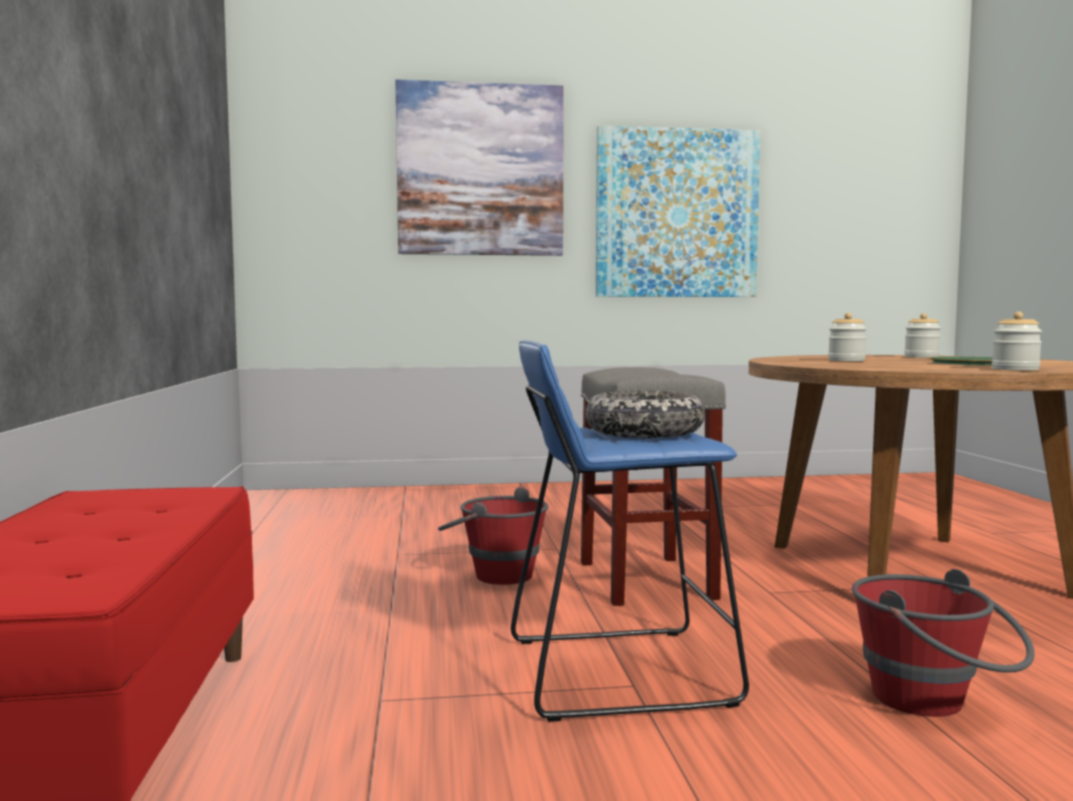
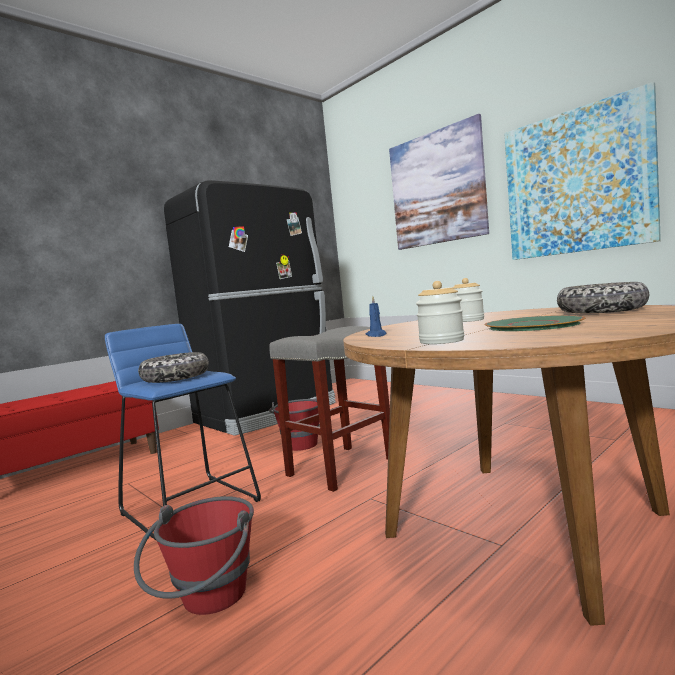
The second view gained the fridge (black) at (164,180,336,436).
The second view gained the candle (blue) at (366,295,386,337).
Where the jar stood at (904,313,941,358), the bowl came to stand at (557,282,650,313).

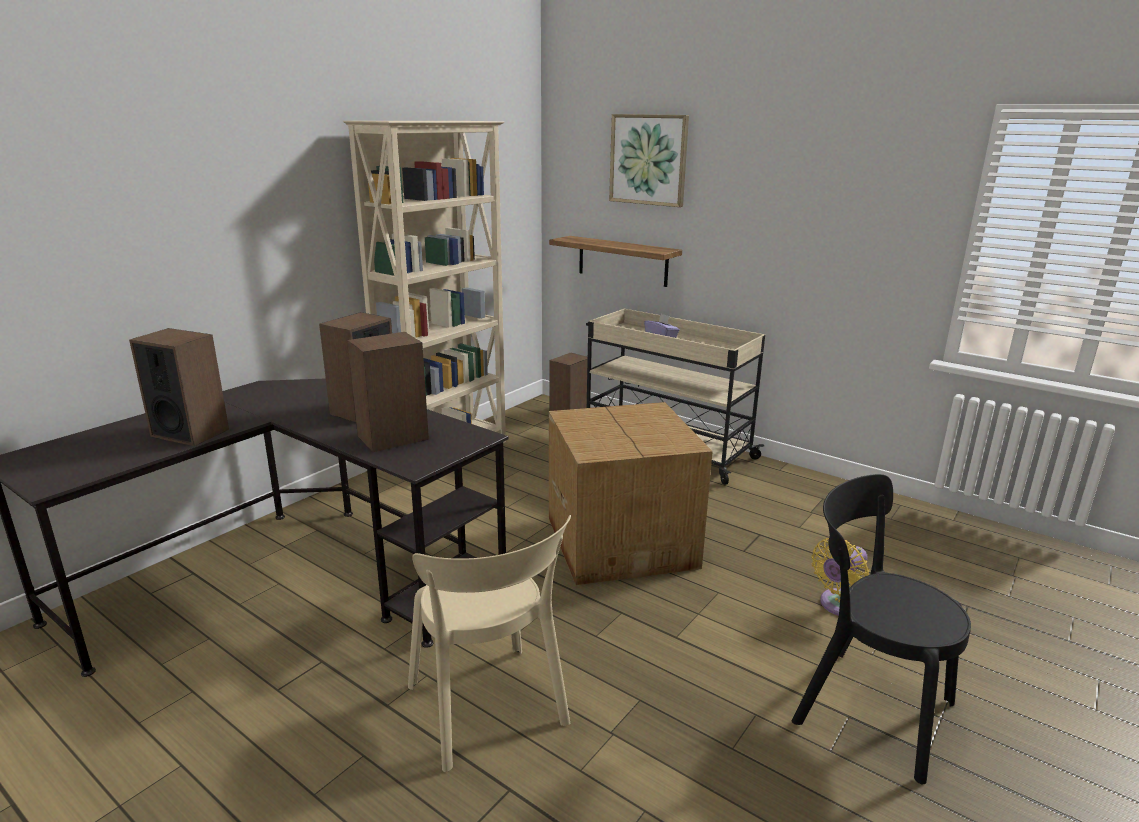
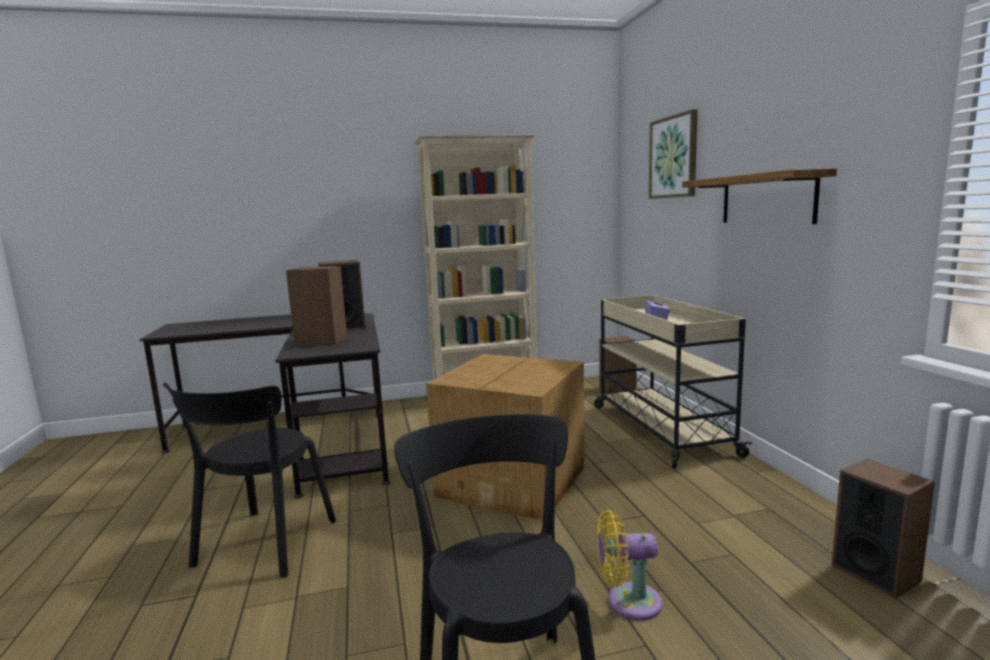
The speaker ended up elsewhere, having gone from (129,328,229,446) to (832,459,935,599).
The shelf ended up elsewhere, having gone from (549,236,682,287) to (682,168,837,224).
What was the chair (beige) at (408,515,571,772) turned into the chair (black) at (163,382,336,578).

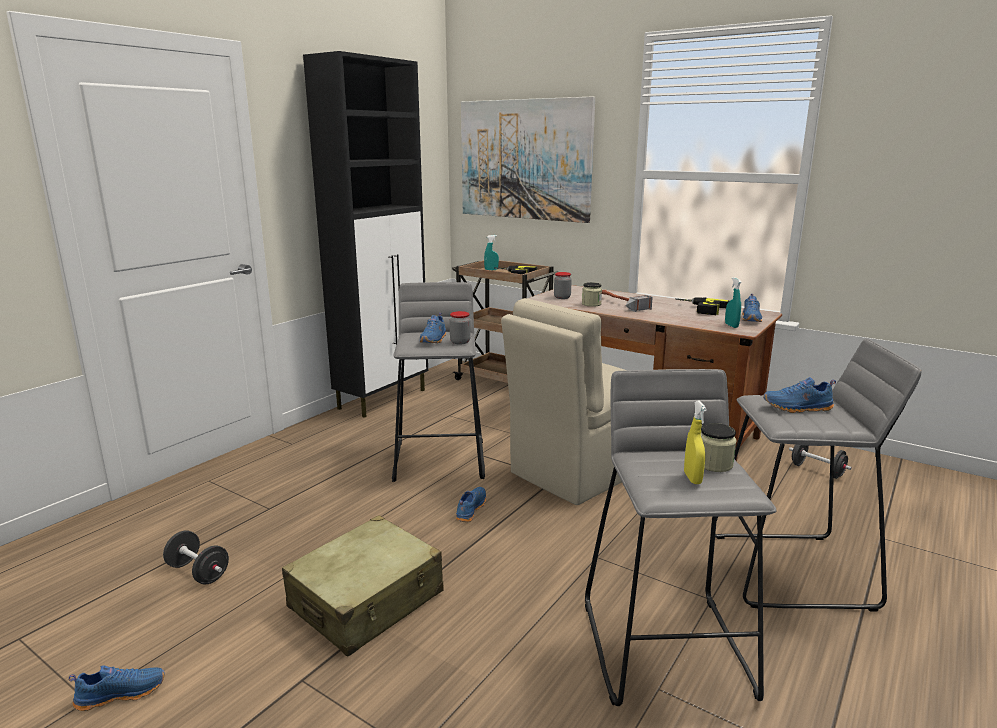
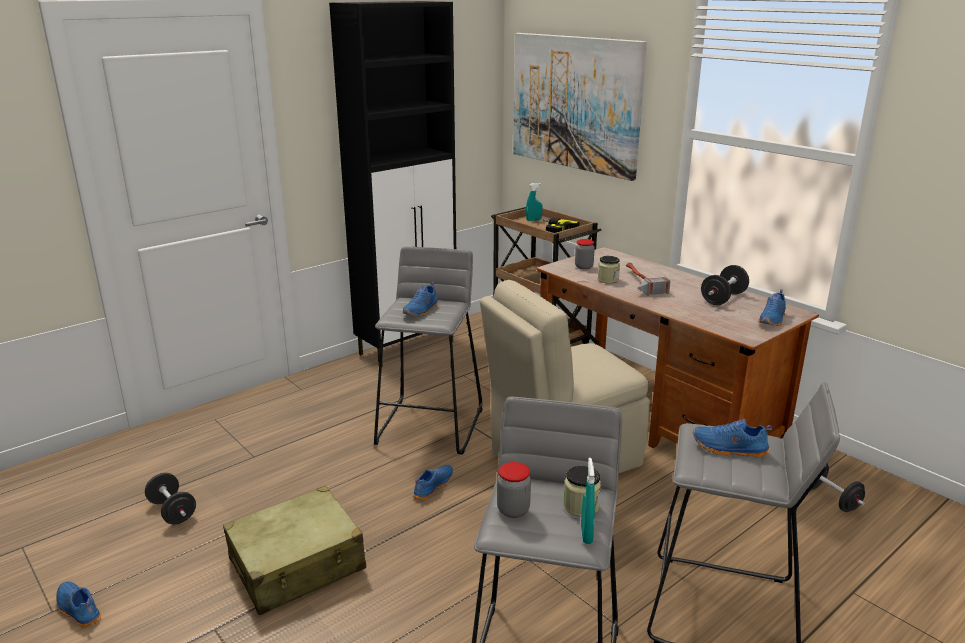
The second view lost the spray bottle (yellow) at (684,400,707,484).
The jar ended up elsewhere, having gone from (450,311,471,344) to (497,462,531,518).
The spray bottle (turquoise) ended up elsewhere, having gone from (725,277,741,328) to (581,458,595,544).
Where the power drill stood at (676,297,729,315), the dumbbell (black) came to stand at (701,265,749,305).
The shoe (blue) at (69,665,165,711) ended up facing another way, 135 degrees counterclockwise from before.

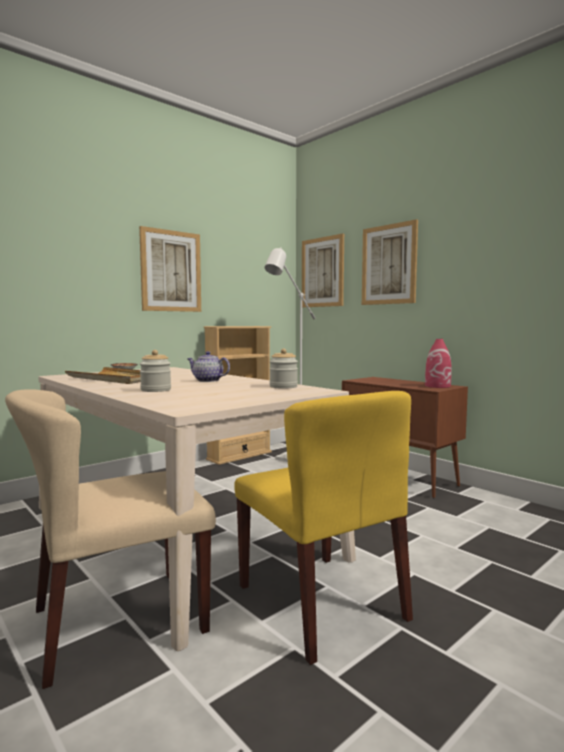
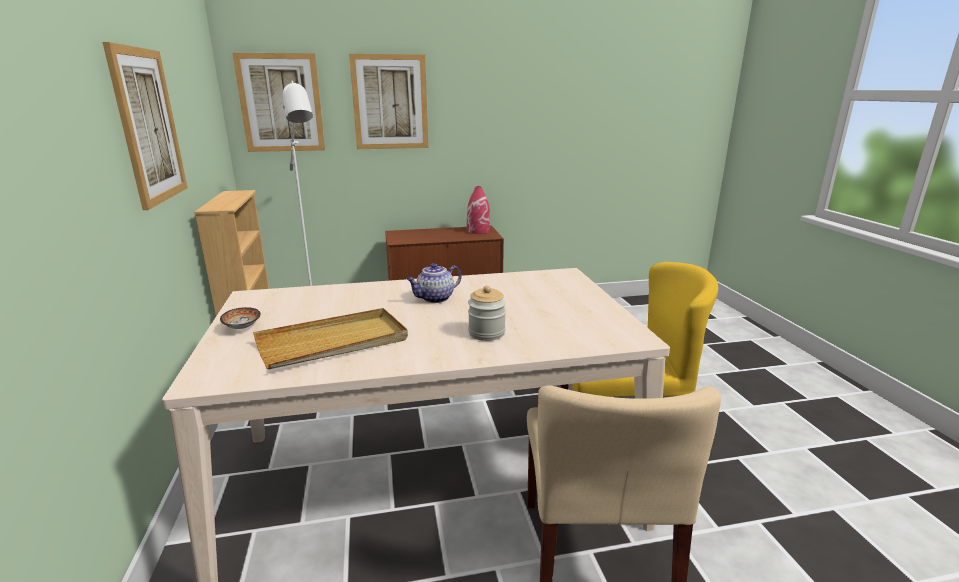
The second view lost the jar at (269,348,298,389).

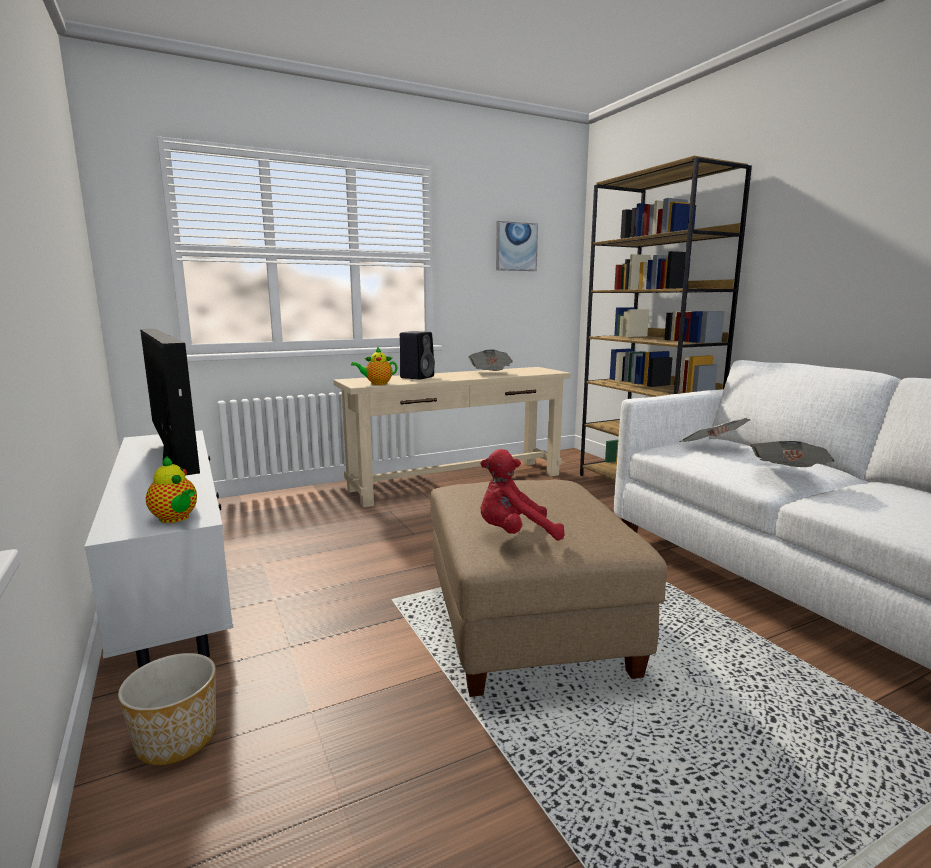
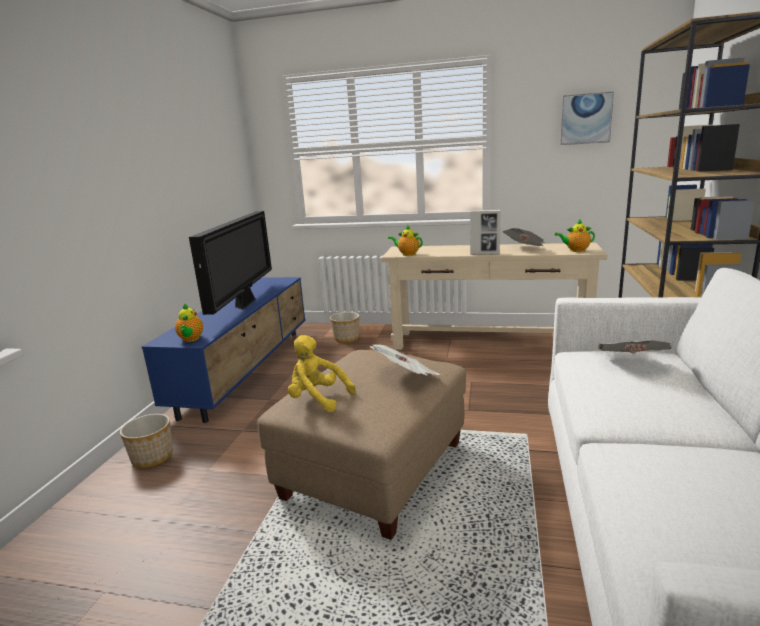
The second view lost the speaker (black) at (400,331,435,380).
The second view gained the planter at (330,312,359,343).
The second view gained the picture frame at (470,210,501,255).
The second view gained the teapot at (555,219,595,252).
The newspaper ended up elsewhere, having gone from (750,441,835,467) to (370,344,440,375).
What was the tv stand (white) at (84,430,233,669) turned into the tv stand (blue) at (142,277,306,423).
What was the plush toy (red) at (480,449,565,541) turned into the plush toy (yellow) at (288,335,356,412).

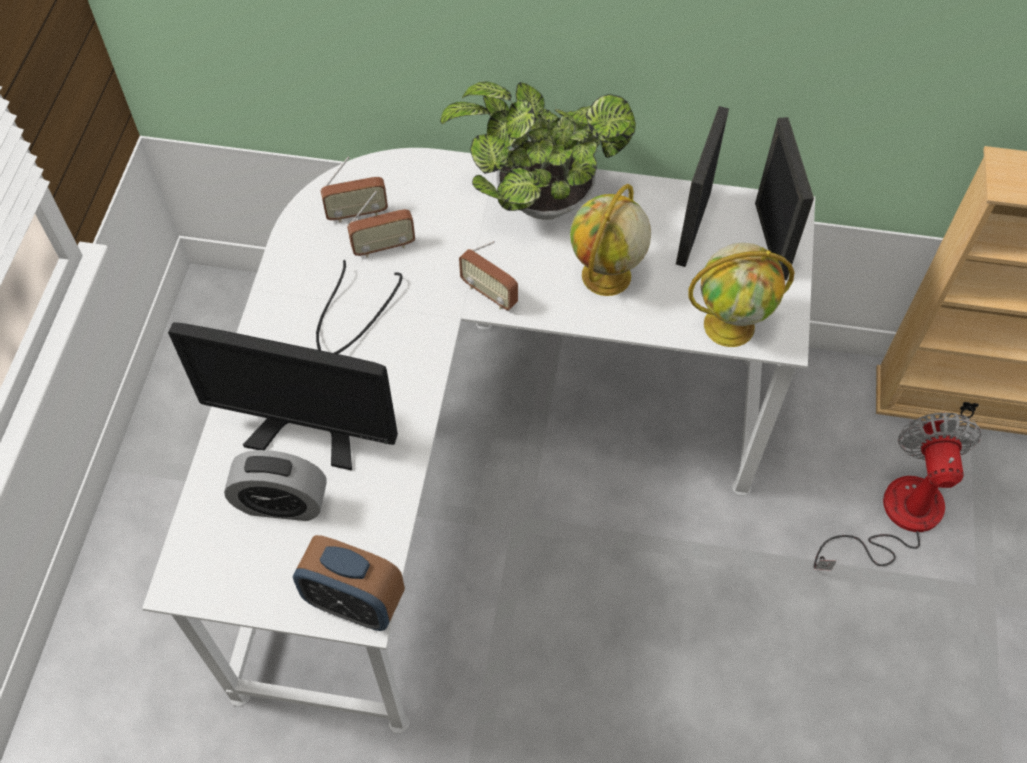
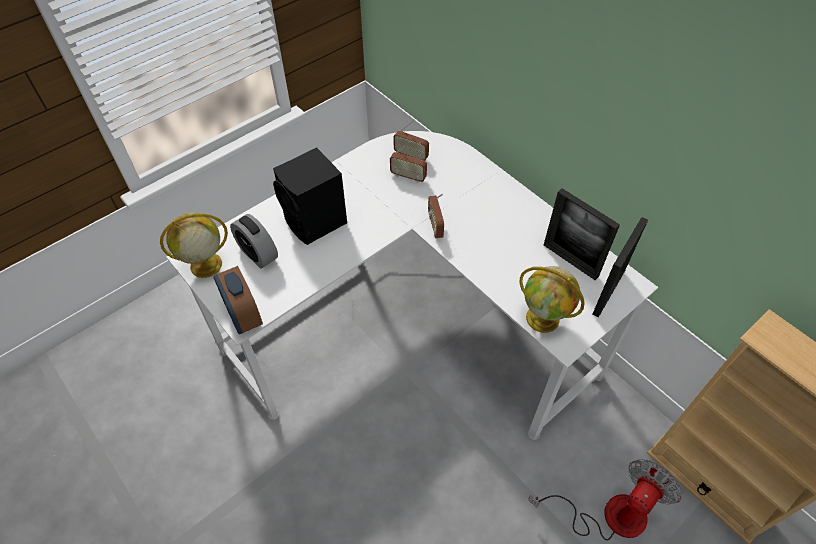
The second view lost the potted plant at (440,81,636,220).
The globe ended up elsewhere, having gone from (570,184,651,296) to (160,213,228,278).
Where the monitor stood at (168,260,403,471), the speaker (black) came to stand at (273,147,347,245).
The picture frame at (676,106,729,267) ended up facing another way, 105 degrees counterclockwise from before.

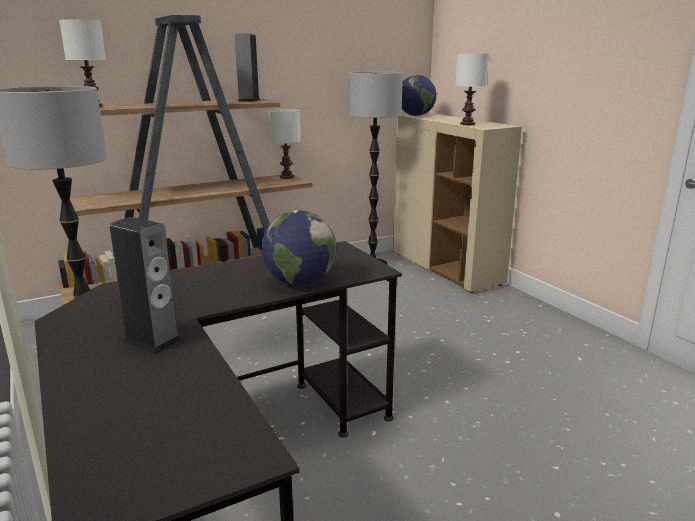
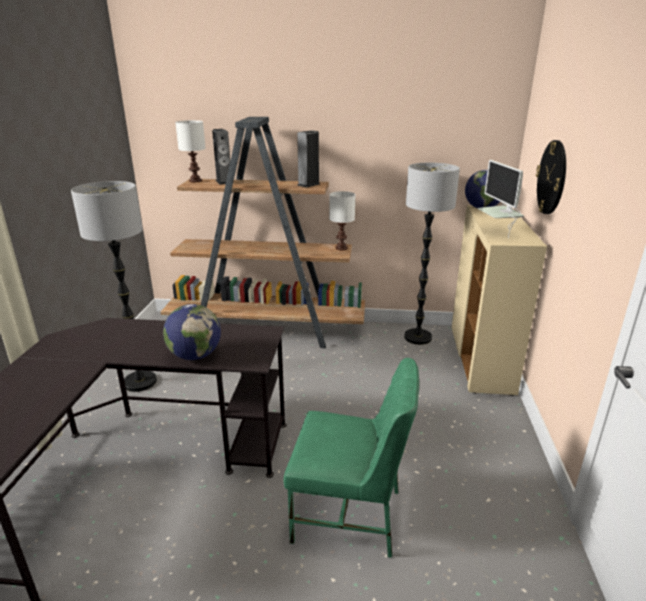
The second view gained the chair (green) at (283,358,419,558).
The second view gained the wall clock at (536,140,566,214).
The speaker ended up elsewhere, having gone from (110,217,182,354) to (212,129,230,185).
Where the table lamp (white) stood at (455,53,489,125), the monitor came to stand at (478,160,524,238).

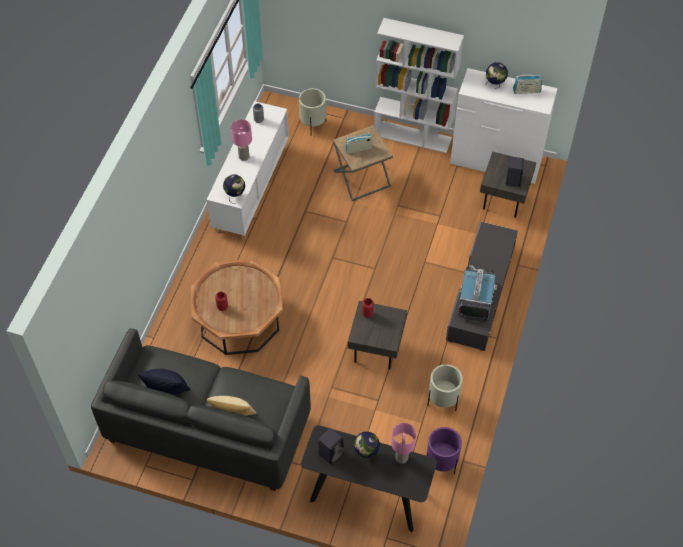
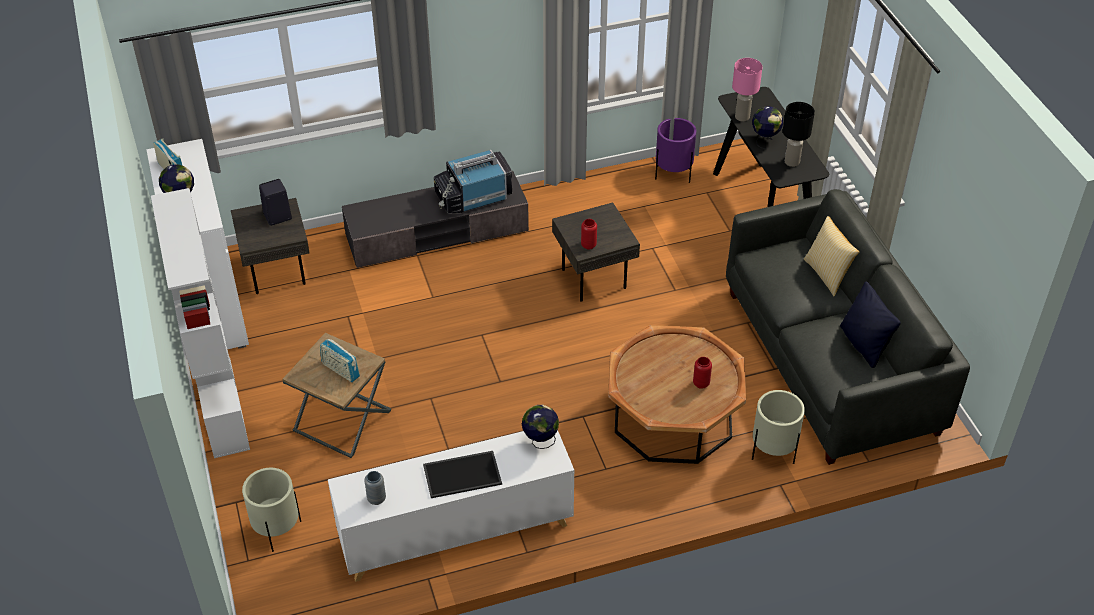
The planter (beige) ended up elsewhere, having gone from (428,364,463,411) to (752,390,805,464).
Where the table lamp (pink) stood at (231,119,252,161), the tray came to stand at (423,451,502,498).
Where the speaker (black) stood at (318,428,344,464), the table lamp (black) came to stand at (783,102,815,167).

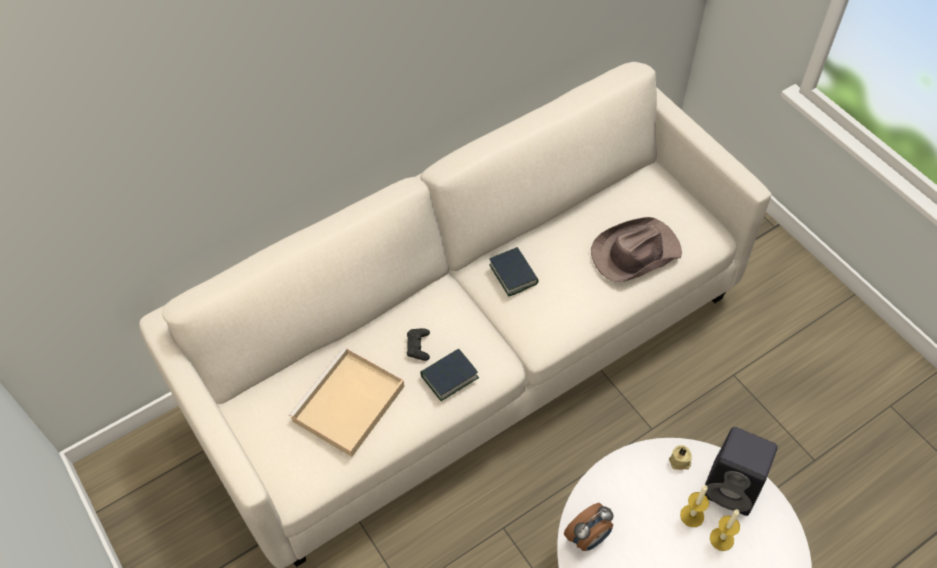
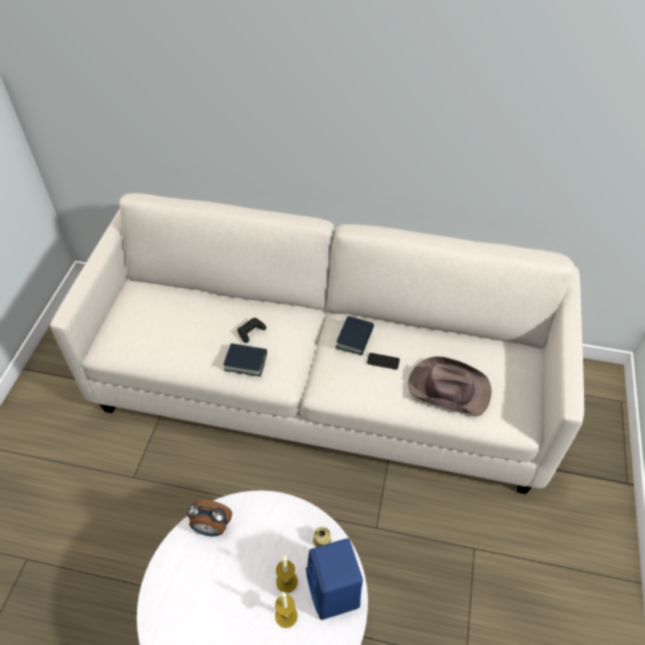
The second view lost the tray (beige) at (289,348,405,457).
The second view gained the phone at (367,353,400,370).
What was the speaker (black) at (705,427,778,516) turned into the speaker (blue) at (306,538,363,620).

